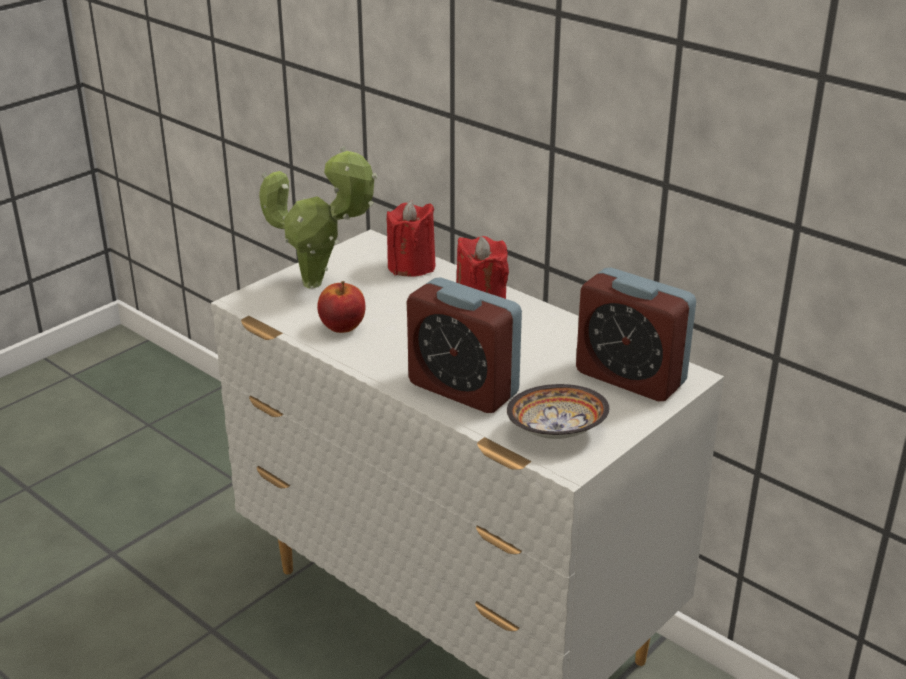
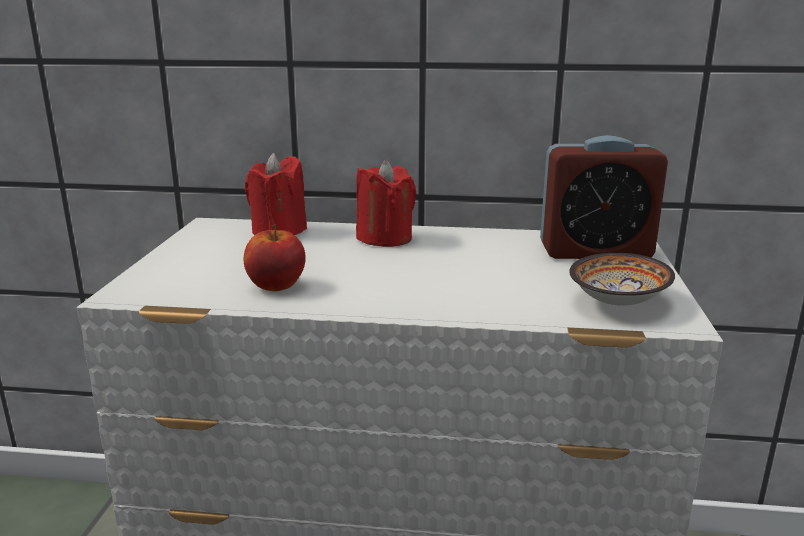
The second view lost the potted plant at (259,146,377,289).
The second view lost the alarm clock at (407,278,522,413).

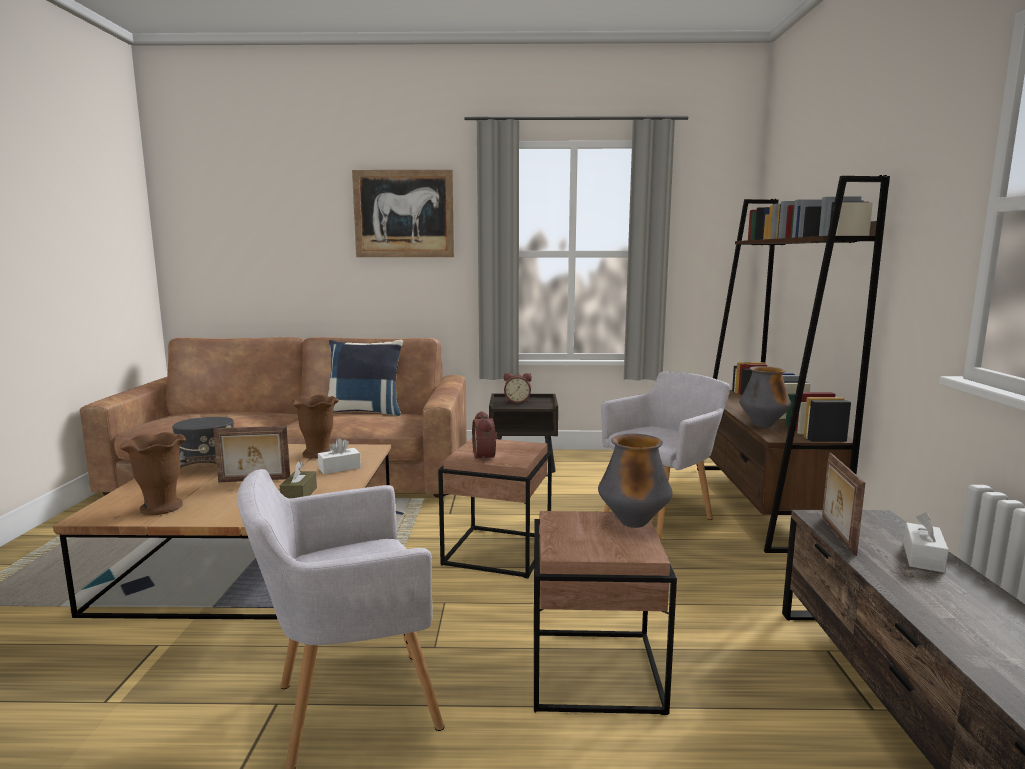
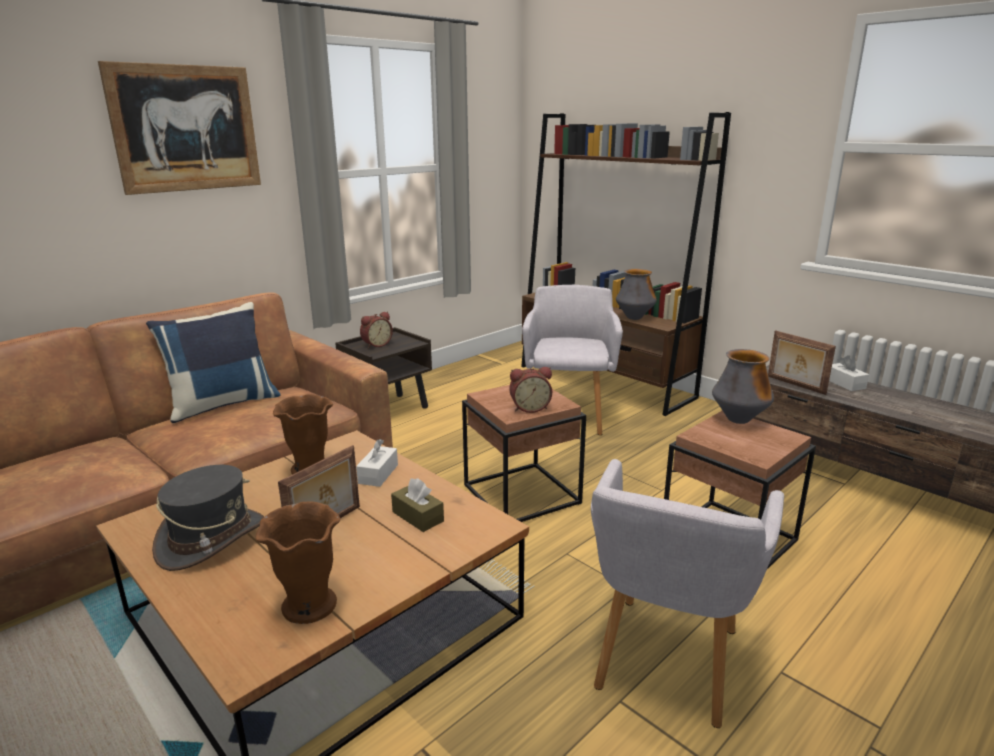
The alarm clock at (472,411,497,462) ended up facing another way, 45 degrees counterclockwise from before.

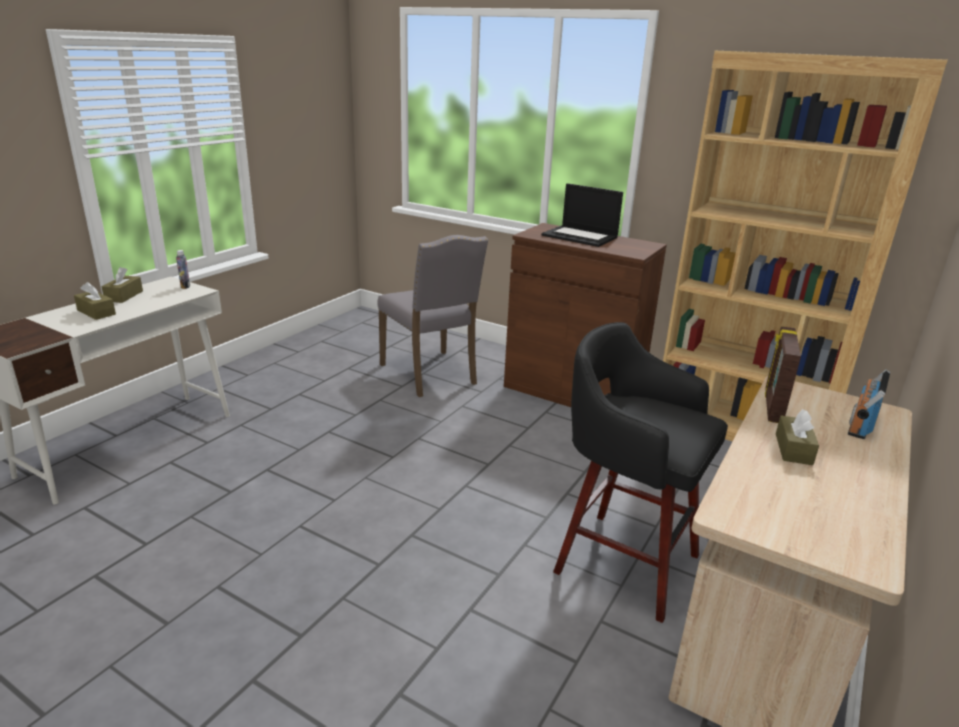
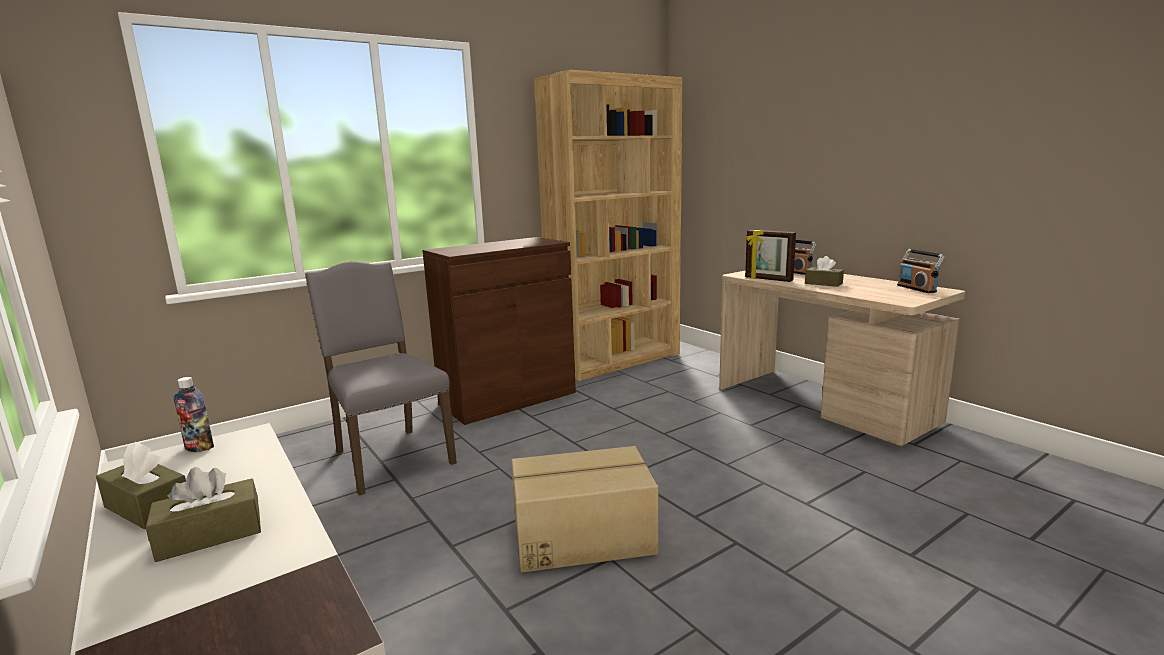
The second view lost the laptop at (542,183,623,247).
The second view lost the stool (black) at (553,322,728,623).
The second view gained the cardboard box at (511,446,659,573).
The second view gained the radio at (897,249,945,293).
The chair (grey) at (377,235,488,397) ended up facing another way, 120 degrees counterclockwise from before.

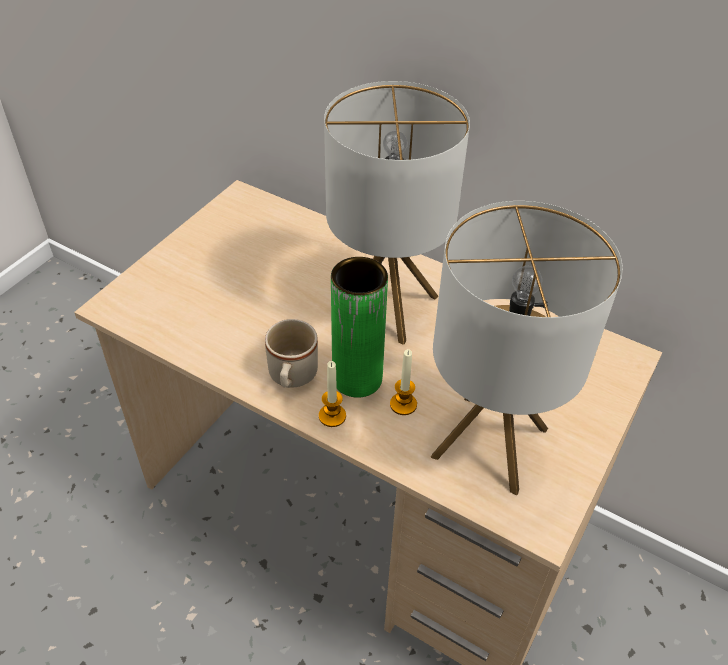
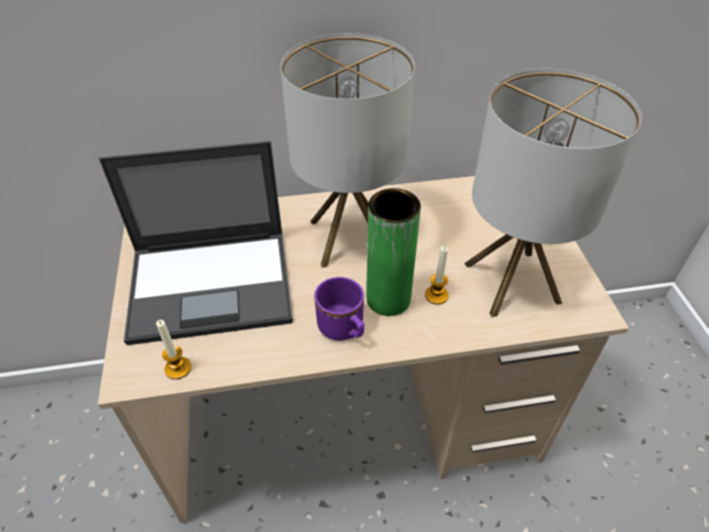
The second view gained the laptop at (99,141,293,345).
The candle ended up elsewhere, having gone from (319,361,346,427) to (156,320,191,379).
What was the mug (beige) at (265,319,318,388) turned into the mug (purple) at (314,277,364,341).

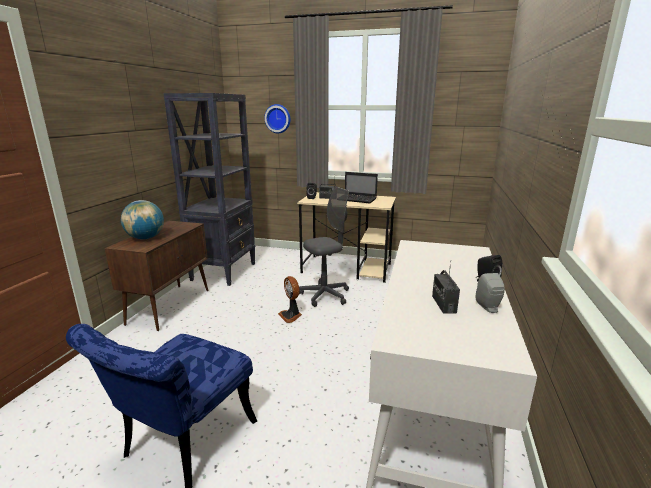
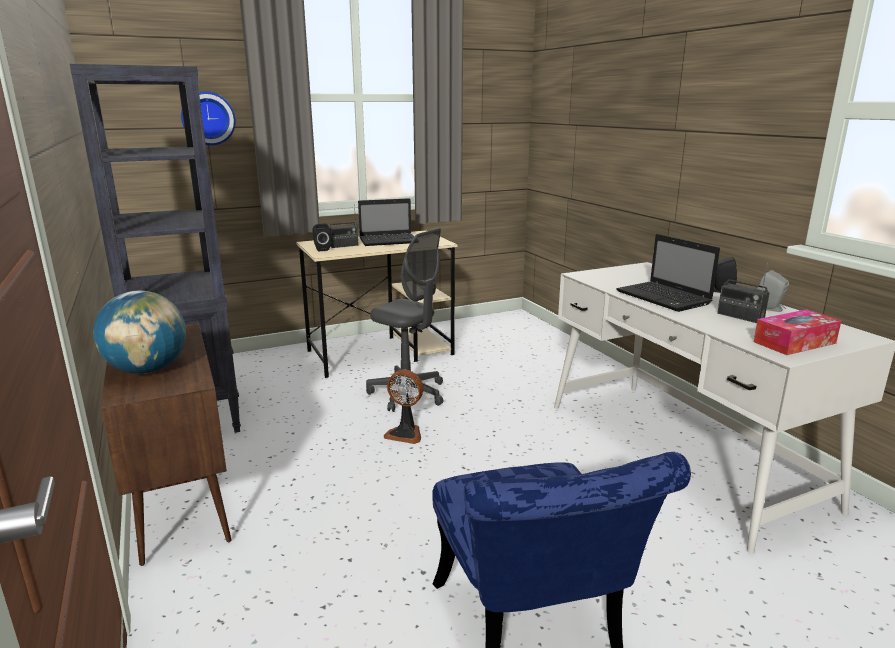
The second view gained the laptop at (616,234,720,312).
The second view gained the tissue box at (754,309,842,355).
The office chair (grey) at (299,187,349,307) ended up facing another way, 105 degrees clockwise from before.

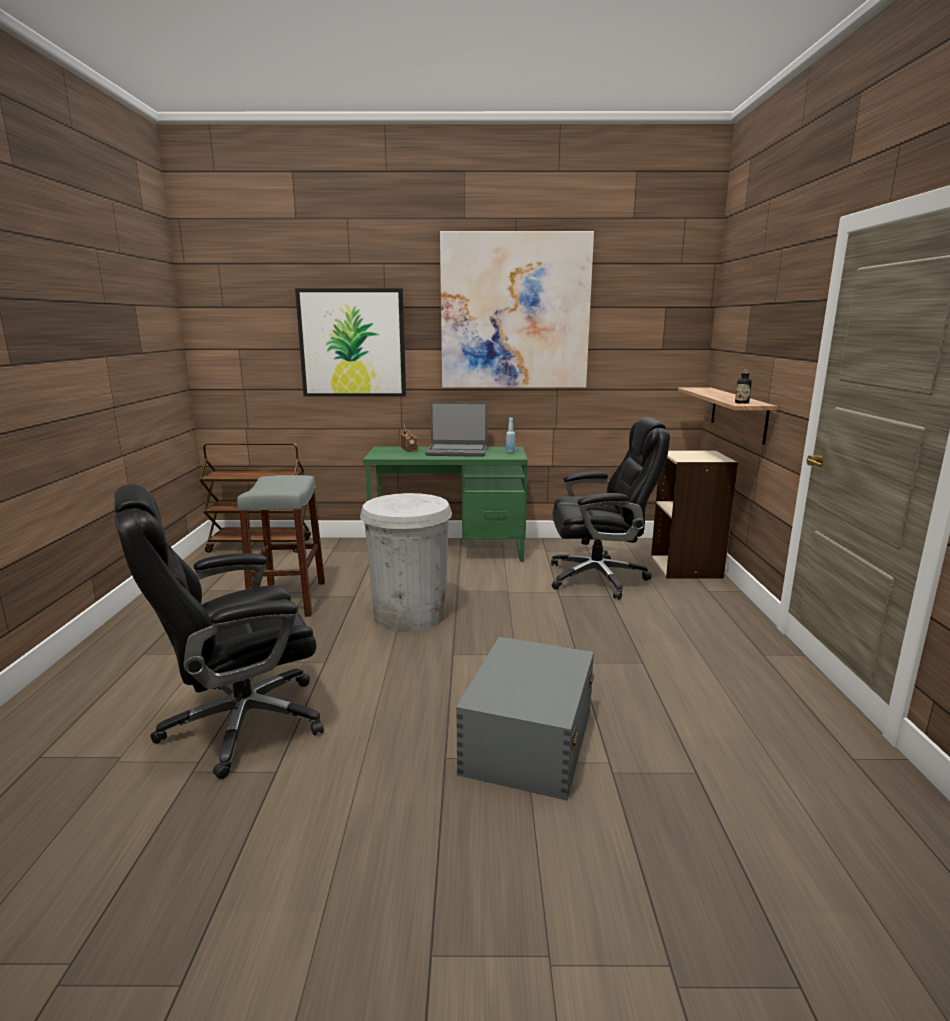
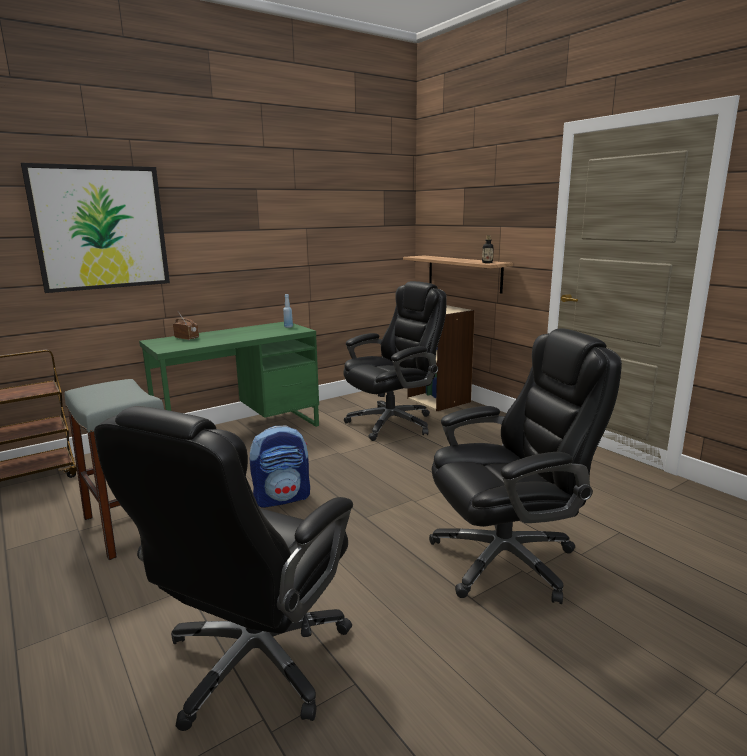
The second view lost the laptop at (425,402,487,457).
The second view lost the picture at (440,231,594,388).
Where the trash can (white) stood at (360,493,452,632), the backpack came to stand at (249,425,310,508).
Where the storage box (grey) stood at (456,637,594,801), the office chair (black) came to stand at (429,328,622,604).

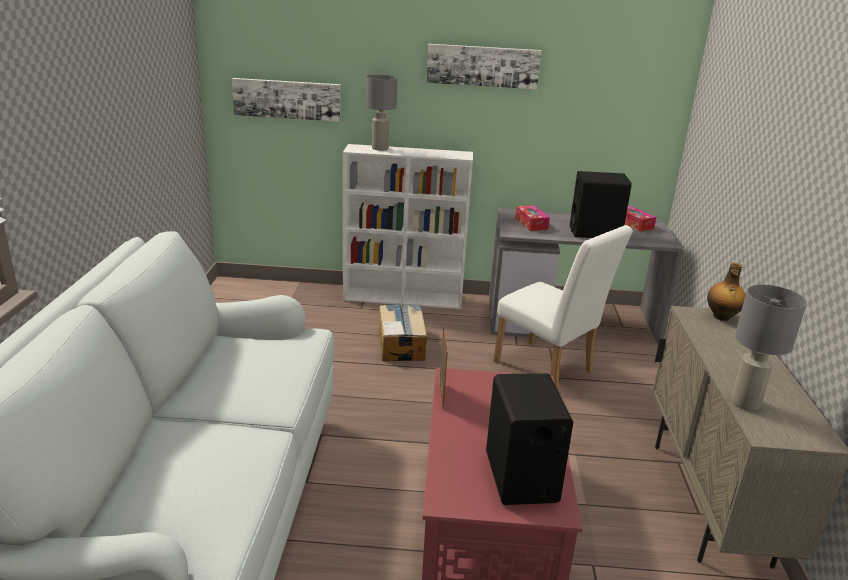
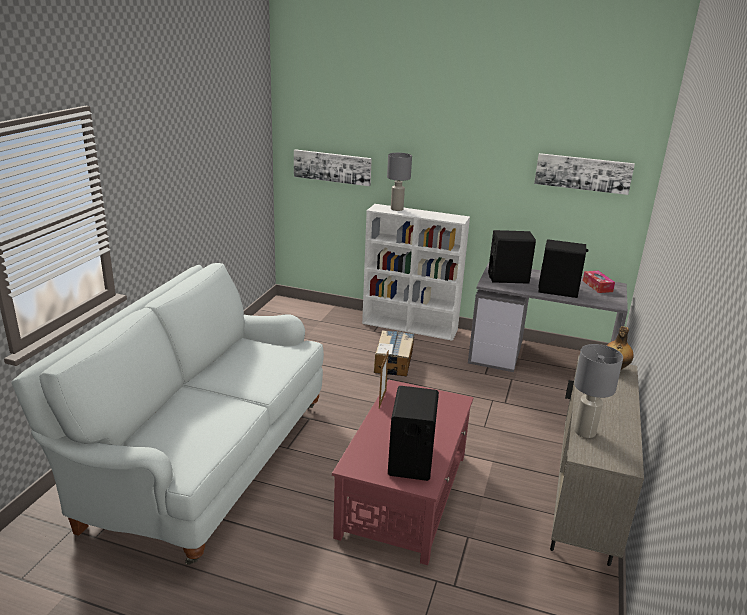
The second view lost the chair (white) at (493,225,633,392).
The picture ended up elsewhere, having gone from (426,44,541,89) to (534,153,635,195).
Where the tissue box stood at (515,205,550,231), the speaker (black) came to stand at (488,230,536,284).

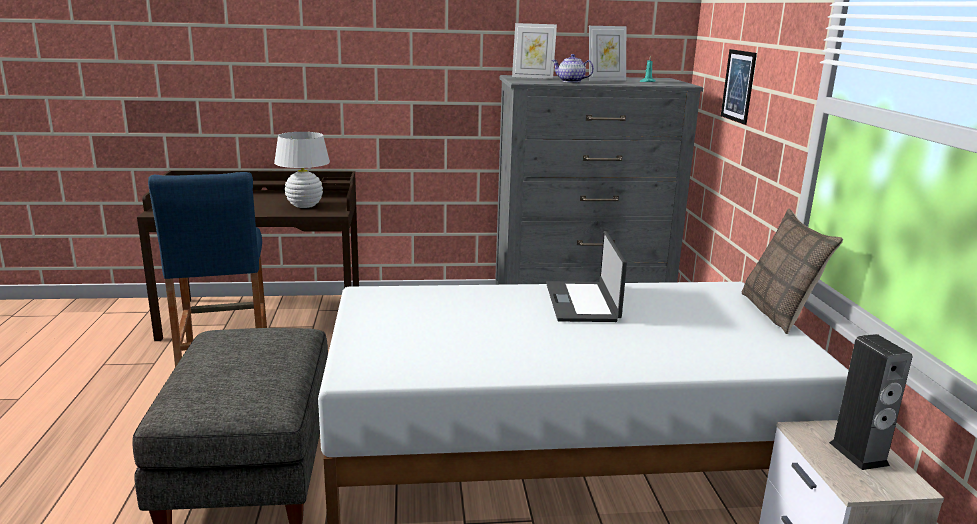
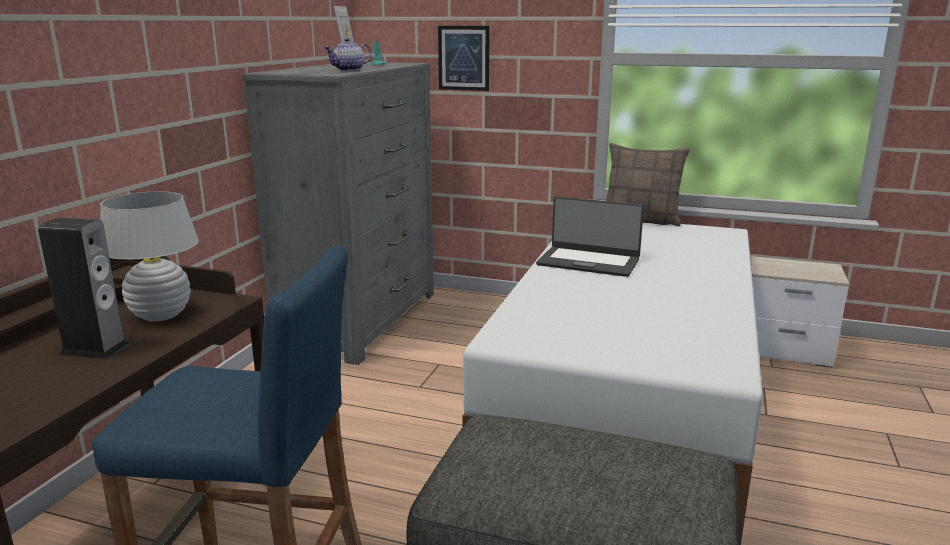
The second view lost the picture frame at (512,23,557,79).
The speaker ended up elsewhere, having gone from (829,334,912,470) to (38,218,129,359).

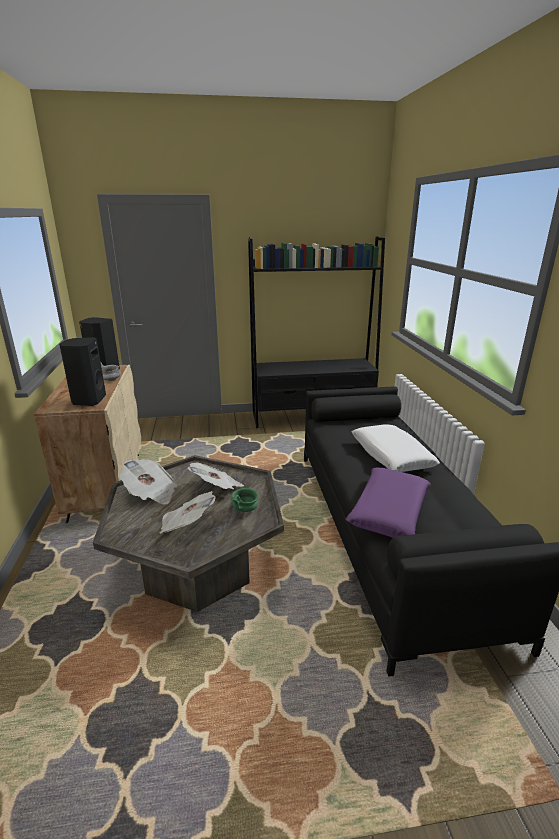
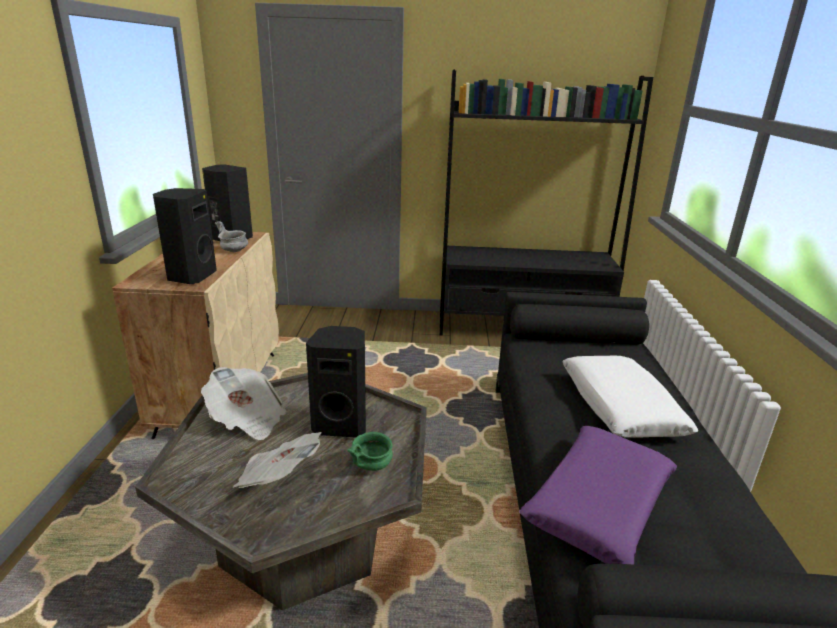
Where the newspaper stood at (187,463,244,489), the speaker (black) came to stand at (306,326,366,437).

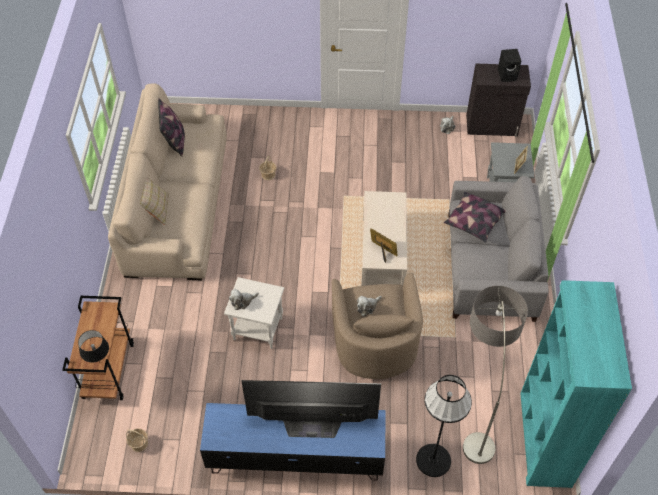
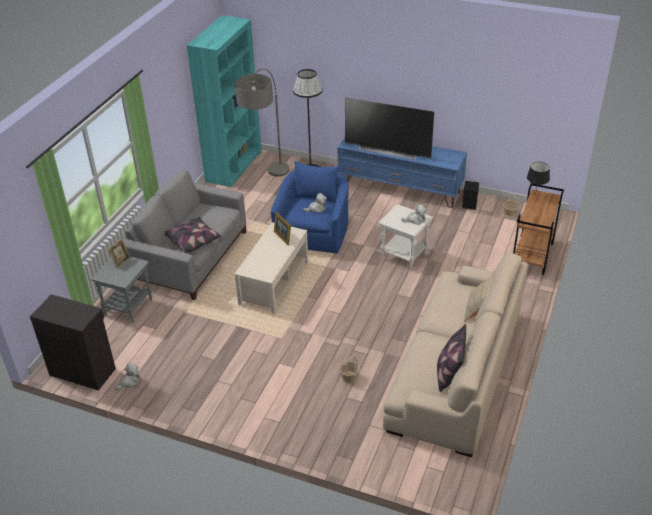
The speaker (black) ended up elsewhere, having gone from (498,49,521,82) to (462,181,479,210).
What was the armchair (beige) at (332,273,423,379) turned into the armchair (blue) at (271,161,349,254).

